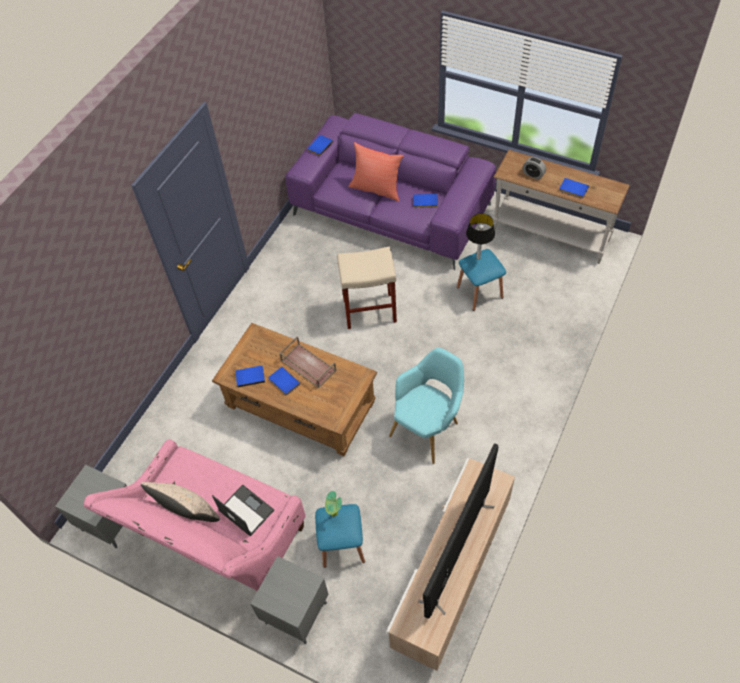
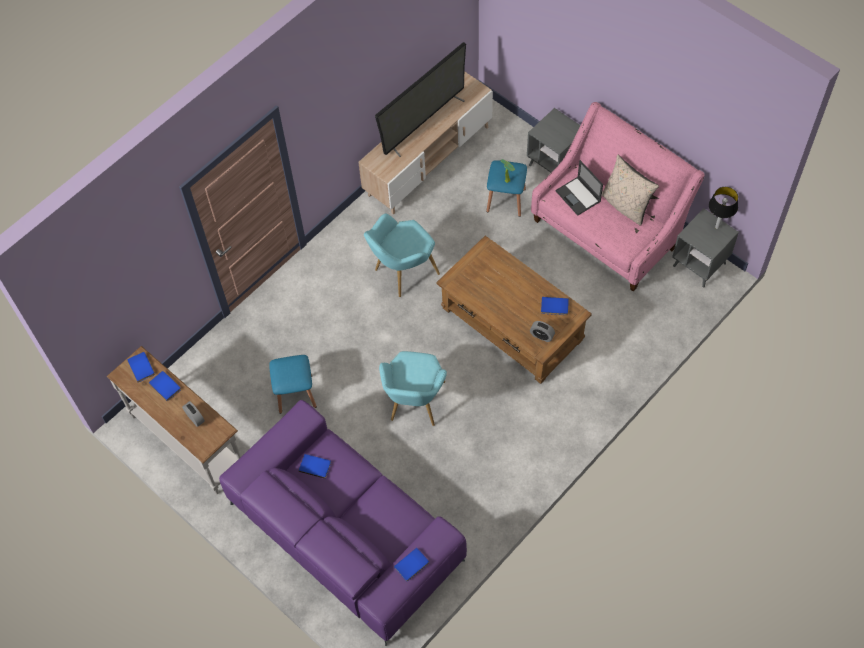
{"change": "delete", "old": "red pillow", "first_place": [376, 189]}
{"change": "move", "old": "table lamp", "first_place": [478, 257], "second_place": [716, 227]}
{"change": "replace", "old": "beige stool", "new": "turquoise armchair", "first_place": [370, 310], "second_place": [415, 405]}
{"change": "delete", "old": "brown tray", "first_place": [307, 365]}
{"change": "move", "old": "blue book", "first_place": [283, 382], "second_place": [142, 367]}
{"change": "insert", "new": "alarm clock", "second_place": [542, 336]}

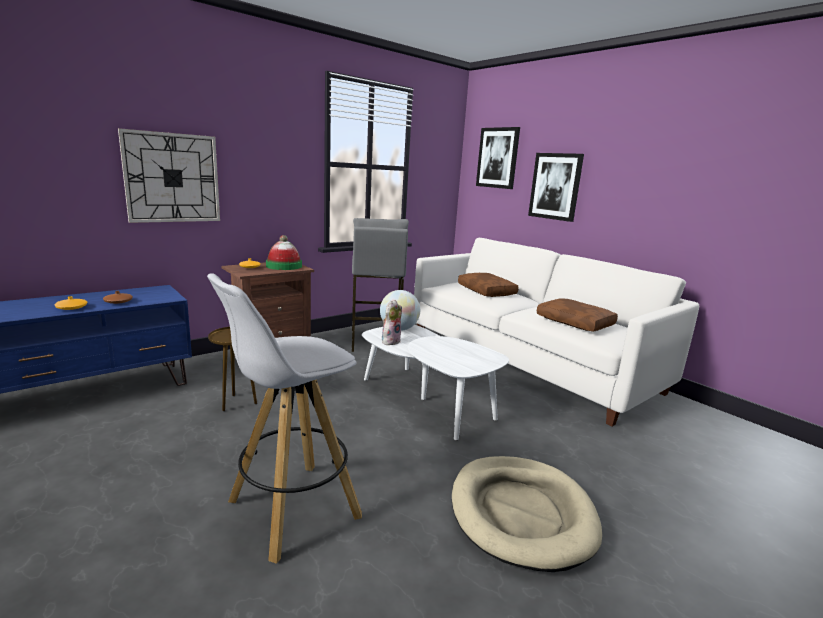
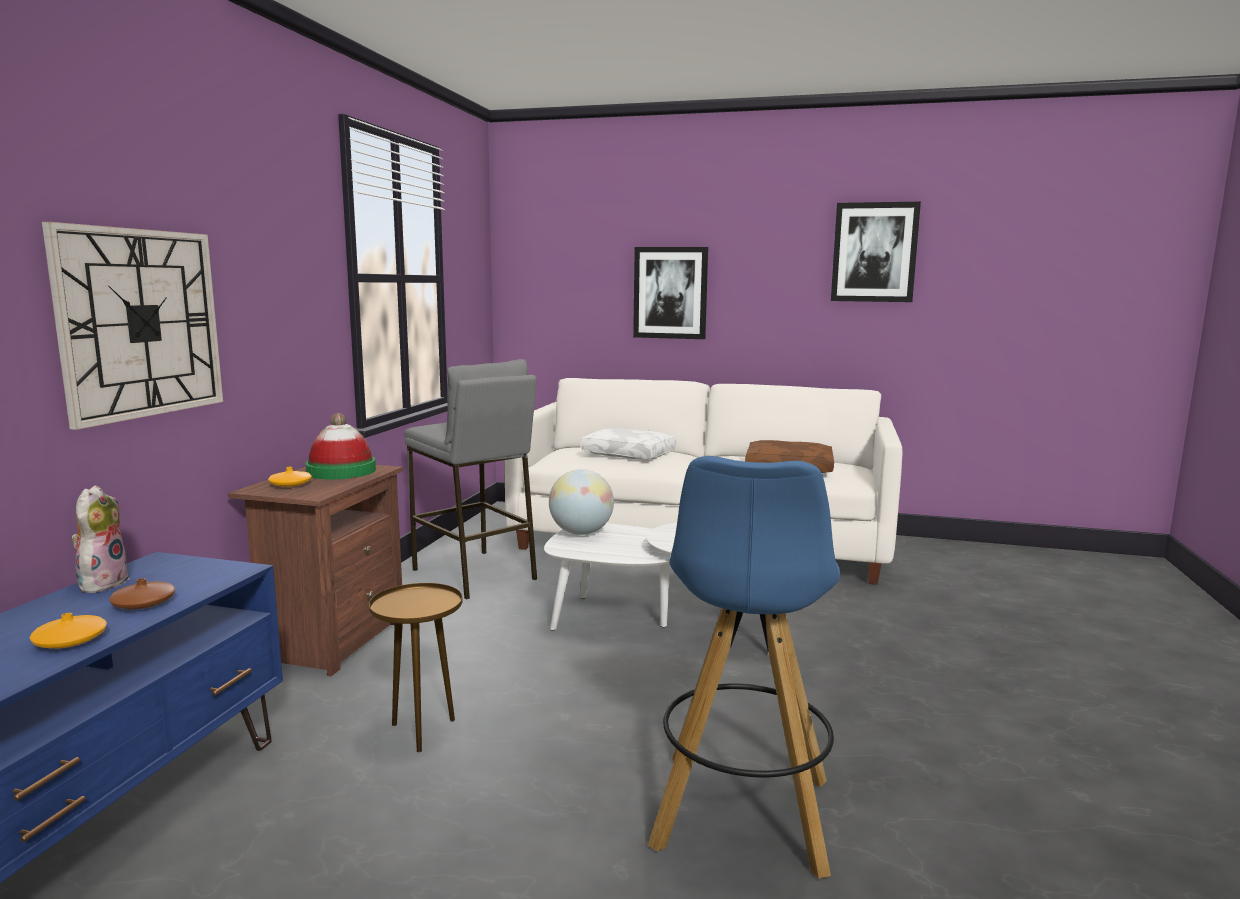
{"change": "move", "old": "picture", "first_place": [498, 158], "second_place": [874, 252]}
{"change": "recolor", "old": "white stool", "new": "blue stool", "first_place": [292, 510], "second_place": [742, 816]}
{"change": "recolor", "old": "brown pillow", "new": "white pillow", "first_place": [487, 291], "second_place": [629, 454]}
{"change": "move", "old": "plush toy", "first_place": [390, 341], "second_place": [102, 583]}
{"change": "delete", "old": "beige dog bed", "first_place": [521, 513]}

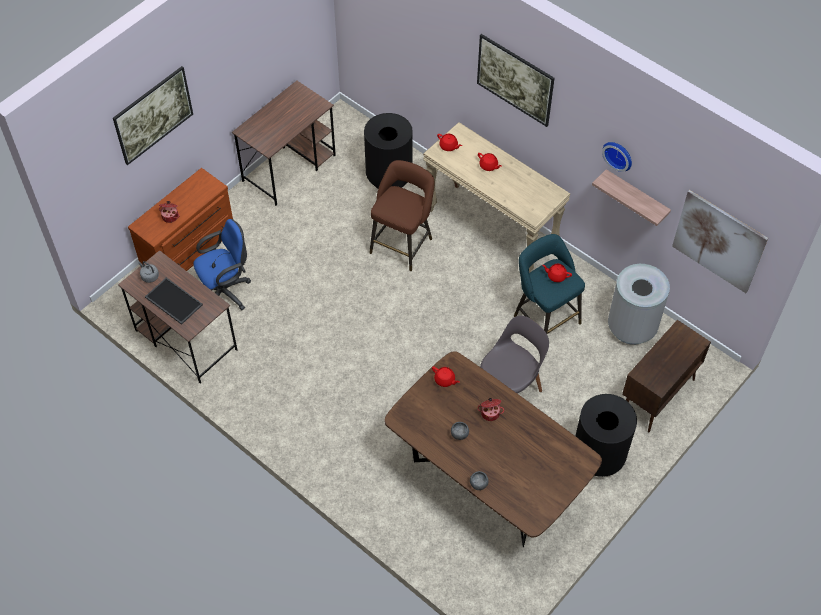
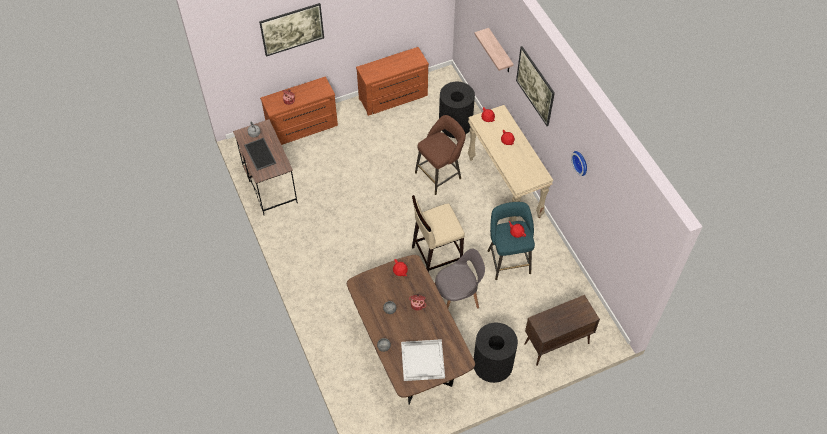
{"change": "replace", "old": "brown desk", "new": "brown dresser", "first_place": [289, 167], "second_place": [394, 98]}
{"change": "move", "old": "shelf", "first_place": [636, 197], "second_place": [500, 52]}
{"change": "delete", "old": "picture", "first_place": [719, 241]}
{"change": "delete", "old": "blue office chair", "first_place": [226, 292]}
{"change": "delete", "old": "grey trash can", "first_place": [631, 327]}
{"change": "insert", "new": "beige stool", "second_place": [436, 255]}
{"change": "insert", "new": "white tray", "second_place": [423, 360]}

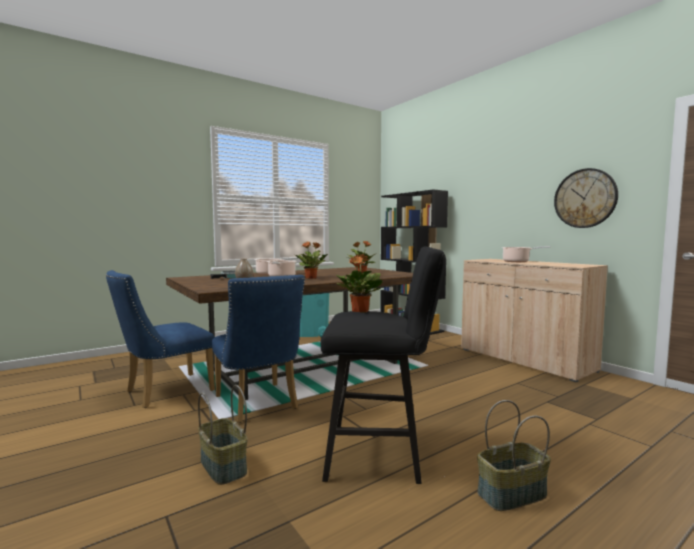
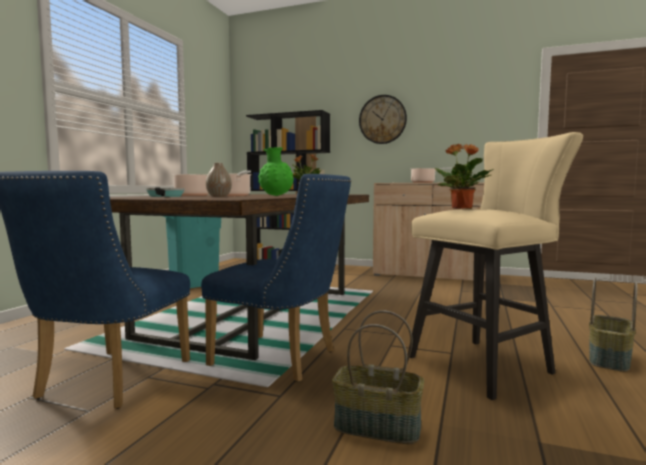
{"change": "move", "old": "wall clock", "first_place": [585, 198], "second_place": [382, 119]}
{"change": "replace", "old": "potted plant", "new": "green vase", "first_place": [311, 278], "second_place": [276, 195]}
{"change": "recolor", "old": "black stool", "new": "beige stool", "first_place": [382, 455], "second_place": [486, 364]}

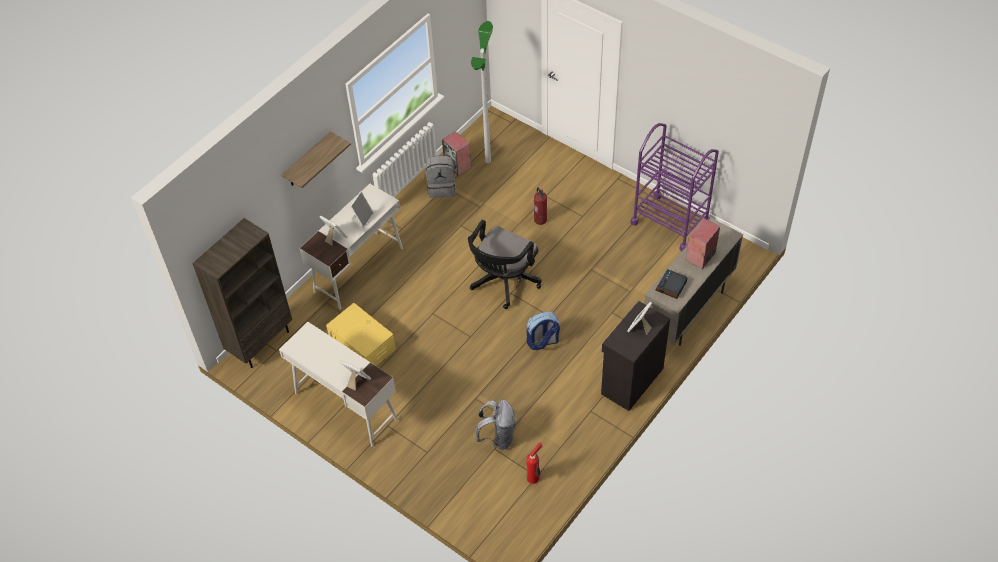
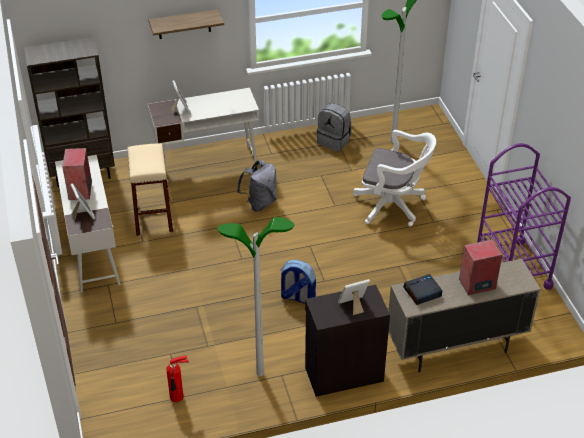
{"change": "move", "old": "speaker", "first_place": [458, 166], "second_place": [80, 191]}
{"change": "replace", "old": "fire extinguisher", "new": "white office chair", "first_place": [540, 220], "second_place": [393, 206]}
{"change": "delete", "old": "picture frame", "first_place": [362, 218]}
{"change": "delete", "old": "black office chair", "first_place": [503, 282]}
{"change": "replace", "old": "yellow storage box", "new": "beige stool", "first_place": [362, 344], "second_place": [153, 217]}
{"change": "move", "old": "grey backpack", "first_place": [498, 437], "second_place": [259, 203]}
{"change": "insert", "new": "floor lamp", "second_place": [260, 373]}

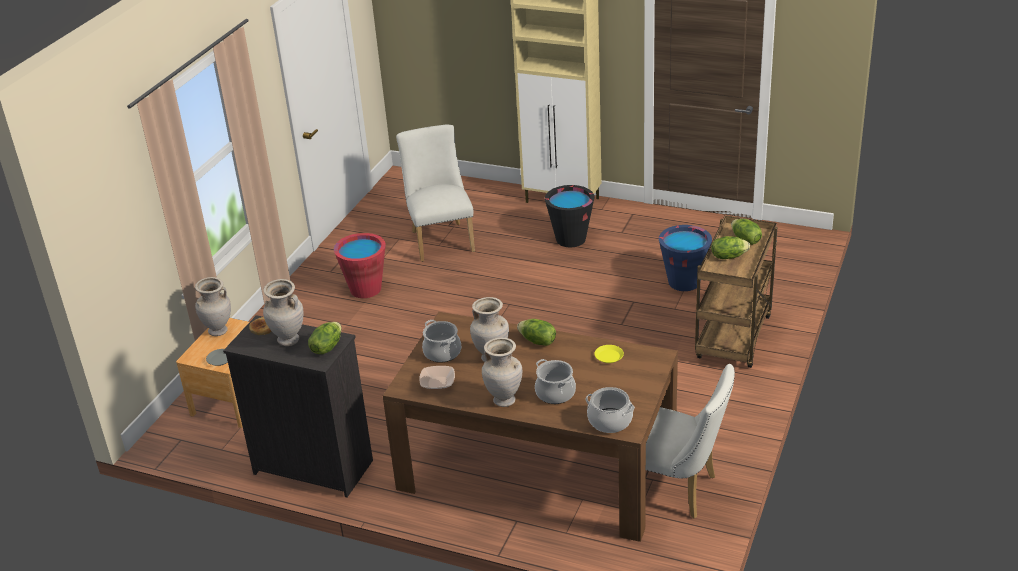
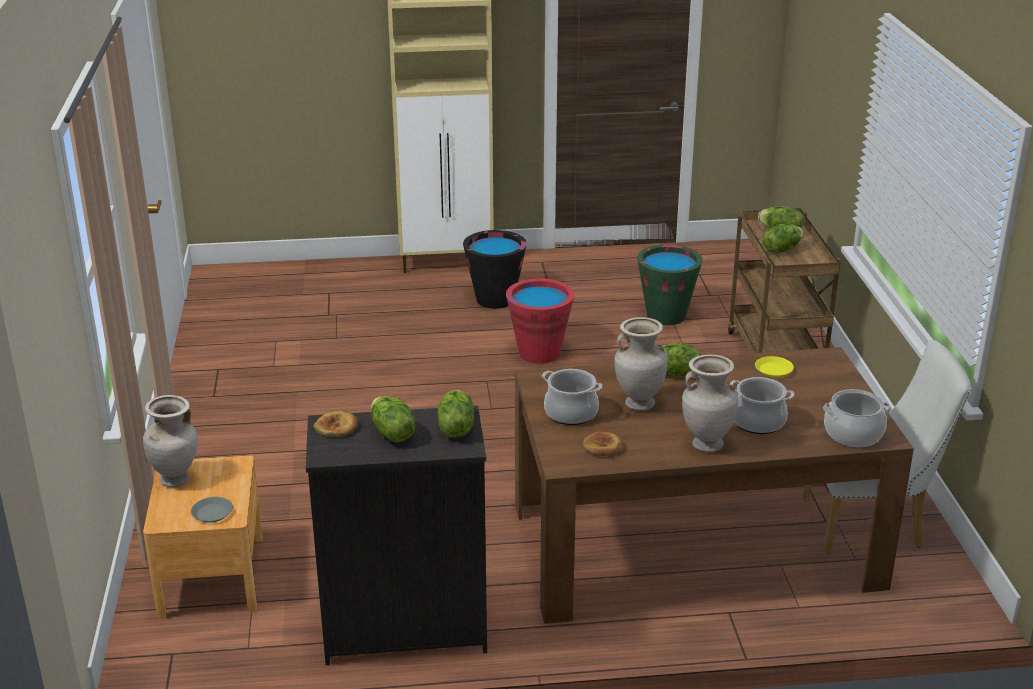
{"change": "delete", "old": "white chair", "first_place": [441, 239]}
{"change": "recolor", "old": "blue bucket", "new": "green bucket", "first_place": [684, 282], "second_place": [666, 316]}
{"change": "move", "old": "red bucket", "first_place": [365, 289], "second_place": [539, 353]}
{"change": "replace", "old": "beige vase", "new": "lettuce", "first_place": [288, 341], "second_place": [392, 434]}
{"change": "replace", "old": "bowl", "new": "bread", "first_place": [437, 383], "second_place": [603, 447]}

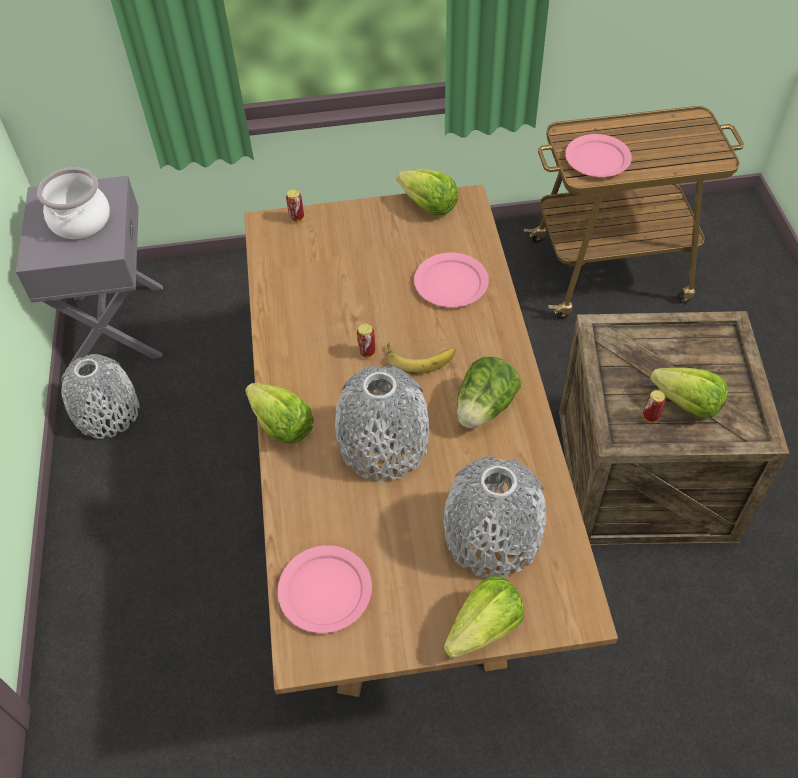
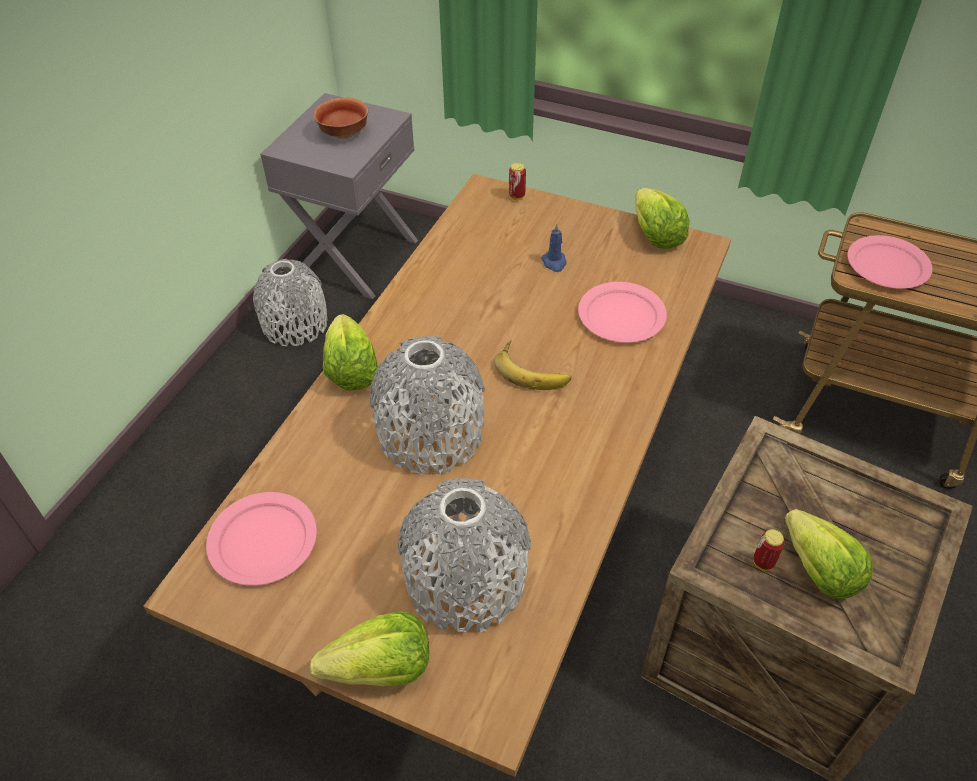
{"change": "replace", "old": "cooking pot", "new": "bowl", "first_place": [81, 221], "second_place": [343, 134]}
{"change": "delete", "old": "can", "first_place": [367, 352]}
{"change": "delete", "old": "lettuce", "first_place": [484, 408]}
{"change": "insert", "new": "blue candle", "second_place": [554, 263]}

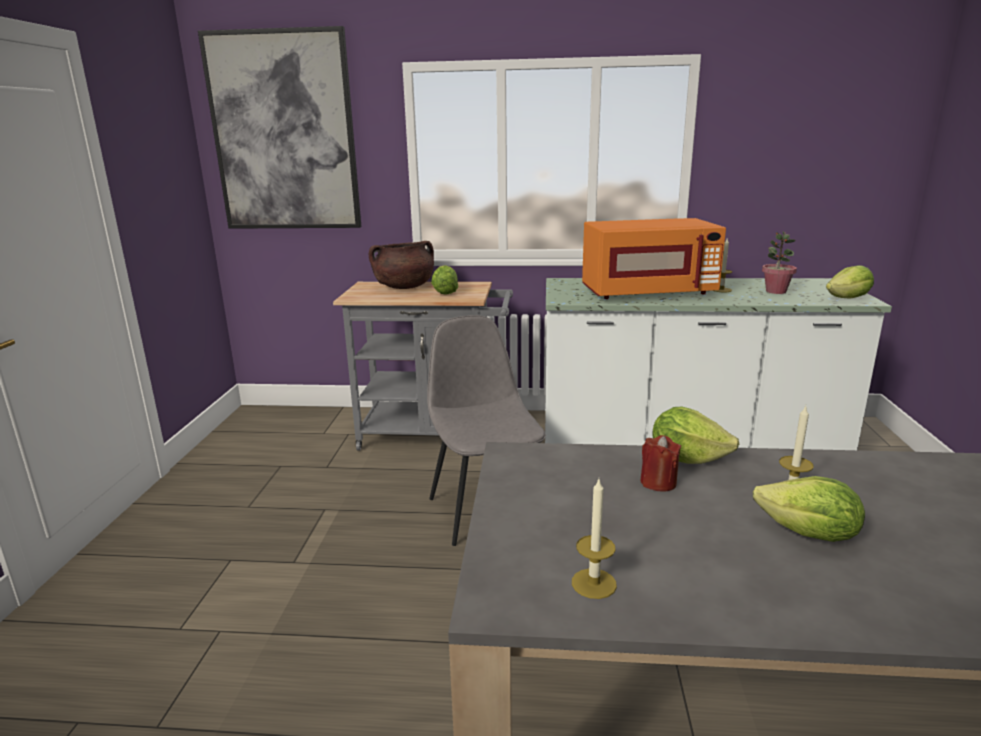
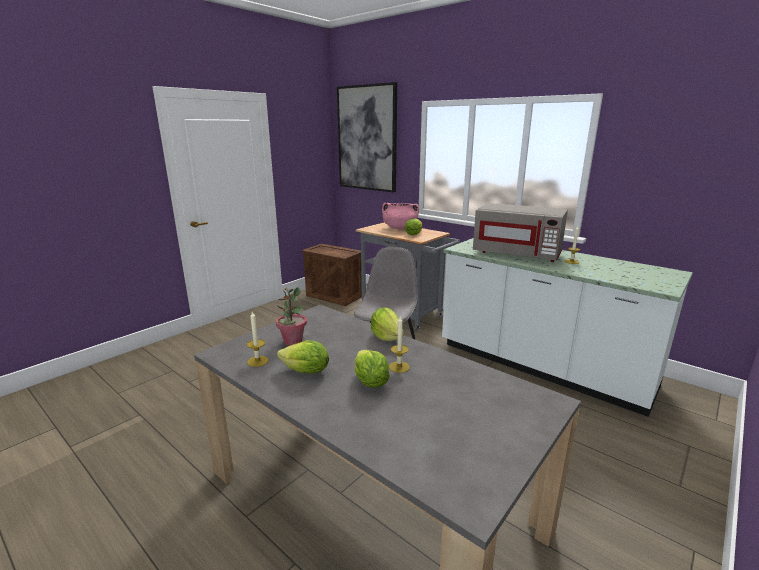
{"change": "recolor", "old": "orange microwave", "new": "grey microwave", "first_place": [648, 293], "second_place": [517, 254]}
{"change": "move", "old": "potted plant", "first_place": [775, 291], "second_place": [292, 341]}
{"change": "recolor", "old": "brown cooking pot", "new": "pink cooking pot", "first_place": [404, 287], "second_place": [400, 228]}
{"change": "move", "old": "lettuce", "first_place": [848, 298], "second_place": [306, 371]}
{"change": "delete", "old": "red candle", "first_place": [658, 482]}
{"change": "insert", "new": "crate", "second_place": [335, 296]}

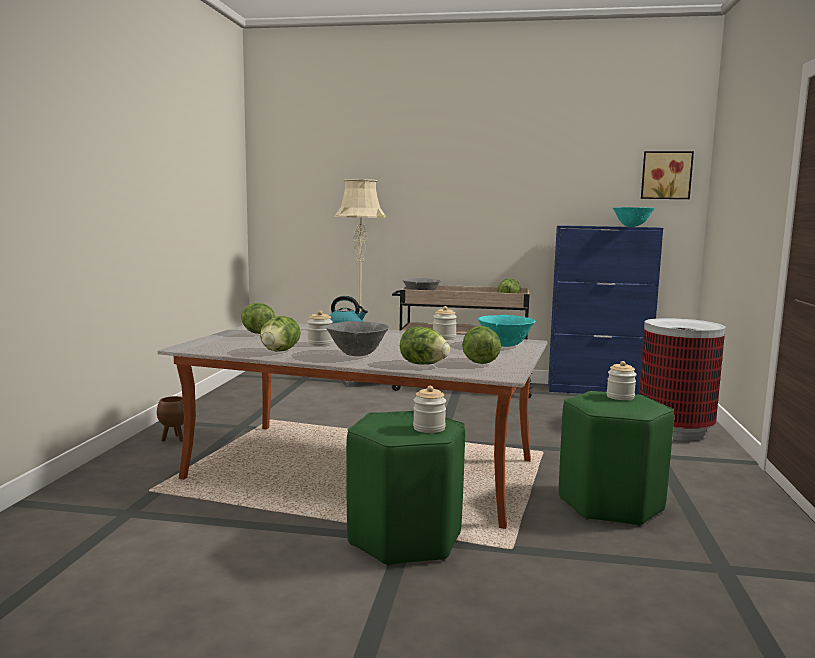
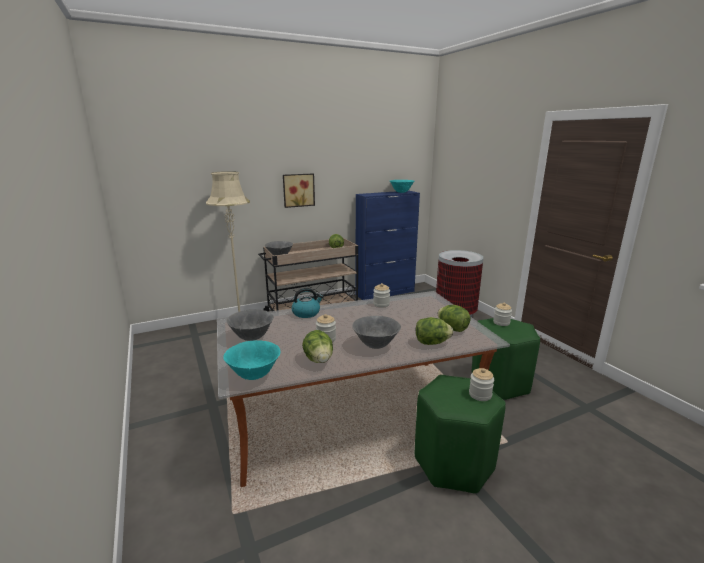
{"change": "move", "old": "picture", "first_place": [666, 175], "second_place": [298, 190]}
{"change": "replace", "old": "lettuce", "new": "grey bowl", "first_place": [257, 333], "second_place": [252, 338]}
{"change": "move", "old": "turquoise bowl", "first_place": [505, 346], "second_place": [254, 375]}
{"change": "delete", "old": "brown planter", "first_place": [174, 439]}

